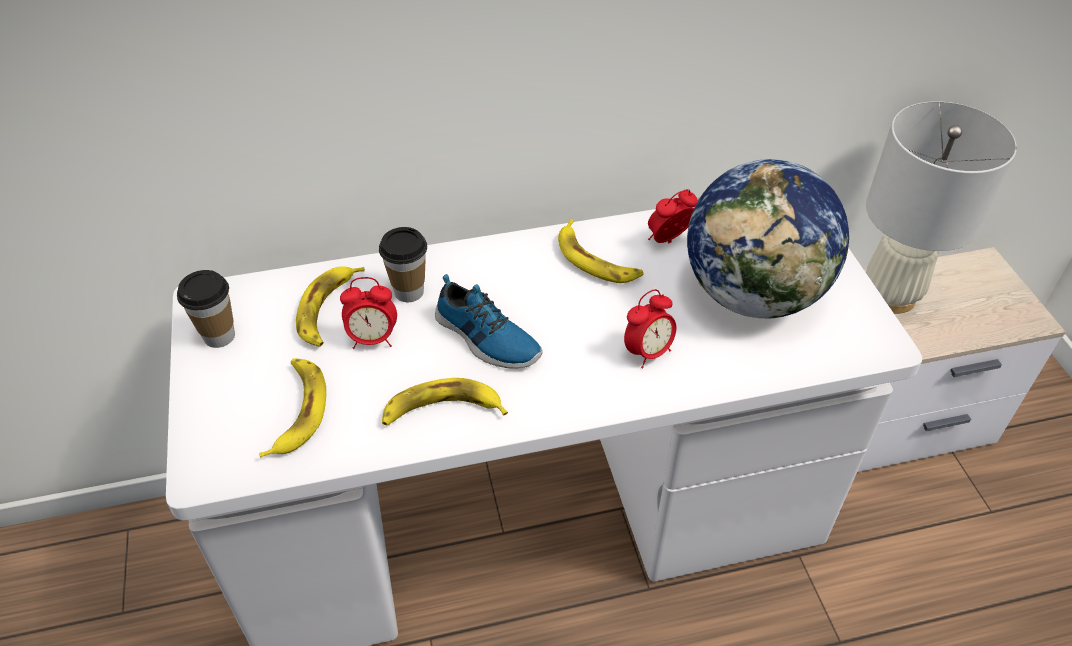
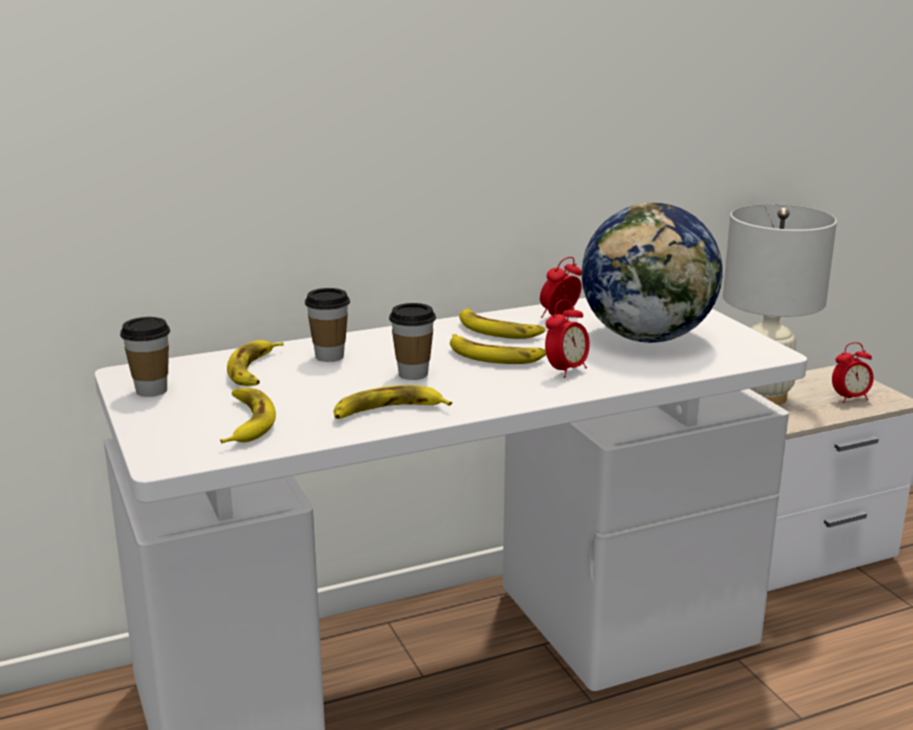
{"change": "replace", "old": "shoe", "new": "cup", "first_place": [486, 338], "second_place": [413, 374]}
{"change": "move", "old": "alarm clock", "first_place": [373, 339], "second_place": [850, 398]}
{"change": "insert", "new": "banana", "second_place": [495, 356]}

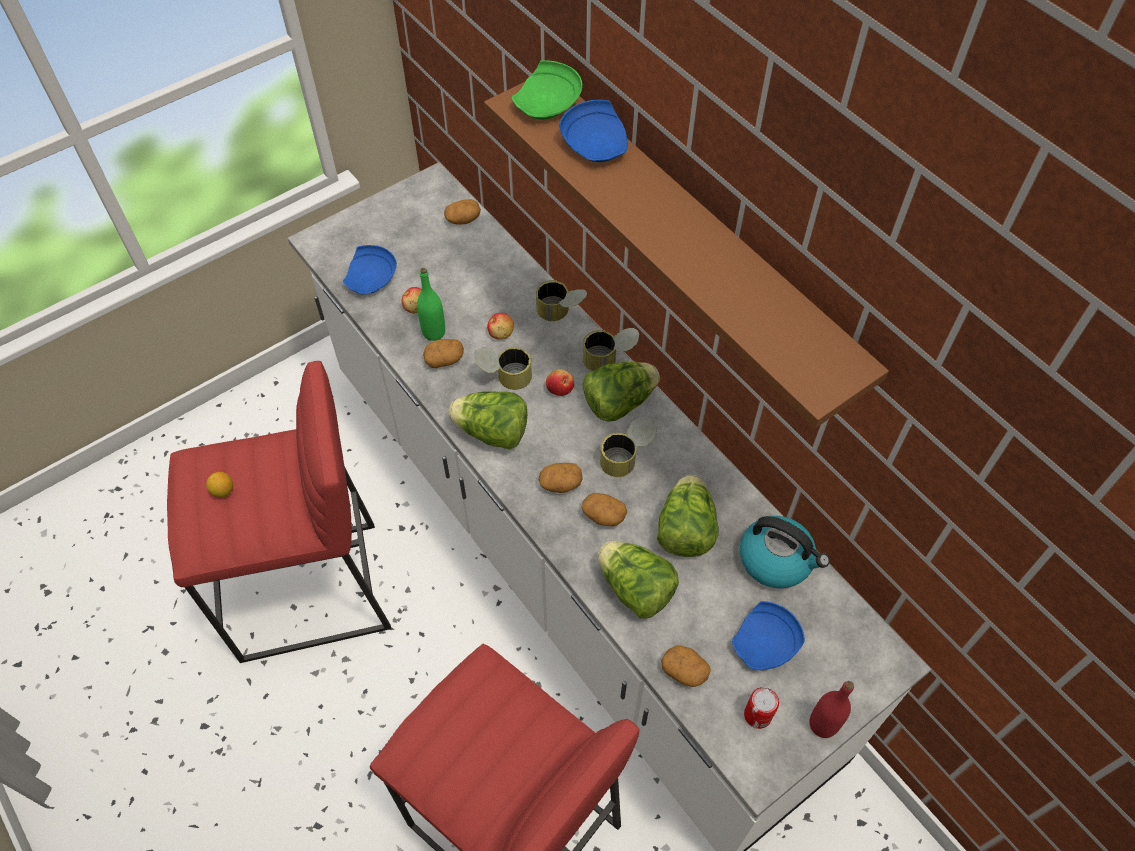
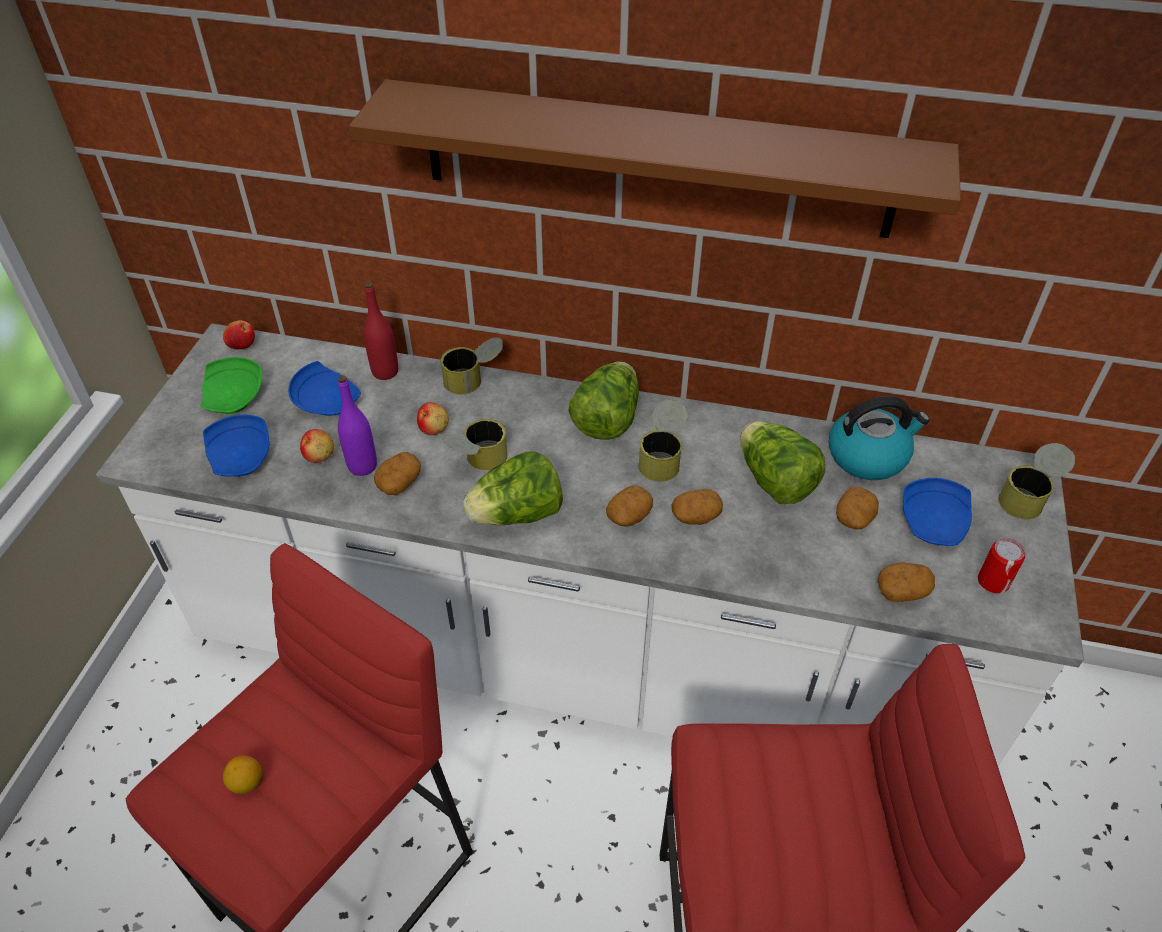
{"change": "move", "old": "green plate", "first_place": [548, 104], "second_place": [234, 397]}
{"change": "move", "old": "blue plate", "first_place": [596, 144], "second_place": [327, 401]}
{"change": "move", "old": "potato", "first_place": [463, 219], "second_place": [854, 518]}
{"change": "recolor", "old": "green bottle", "new": "purple bottle", "first_place": [434, 332], "second_place": [362, 466]}
{"change": "move", "old": "can", "first_place": [609, 359], "second_place": [1028, 497]}
{"change": "move", "old": "apple", "first_place": [560, 388], "second_place": [241, 344]}
{"change": "delete", "old": "lettuce", "first_place": [635, 589]}
{"change": "move", "old": "red bottle", "first_place": [823, 724], "second_place": [385, 372]}

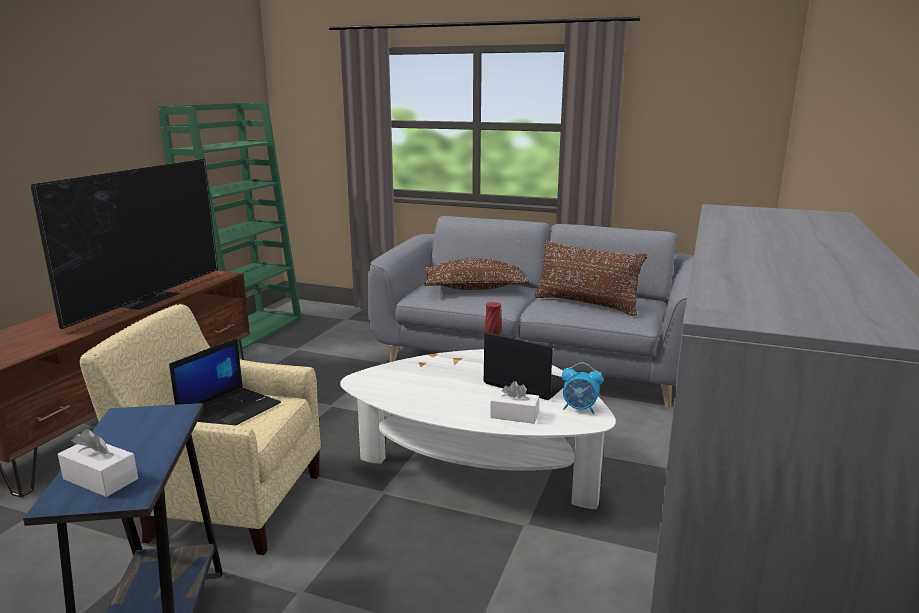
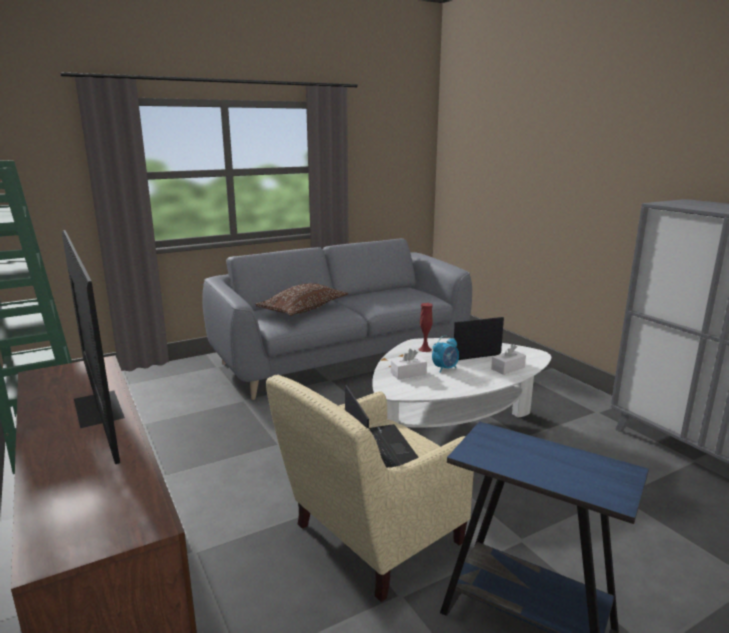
{"change": "delete", "old": "brown pillow", "first_place": [586, 304]}
{"change": "move", "old": "alarm clock", "first_place": [579, 409], "second_place": [445, 368]}
{"change": "move", "old": "white tissue box", "first_place": [100, 479], "second_place": [408, 373]}

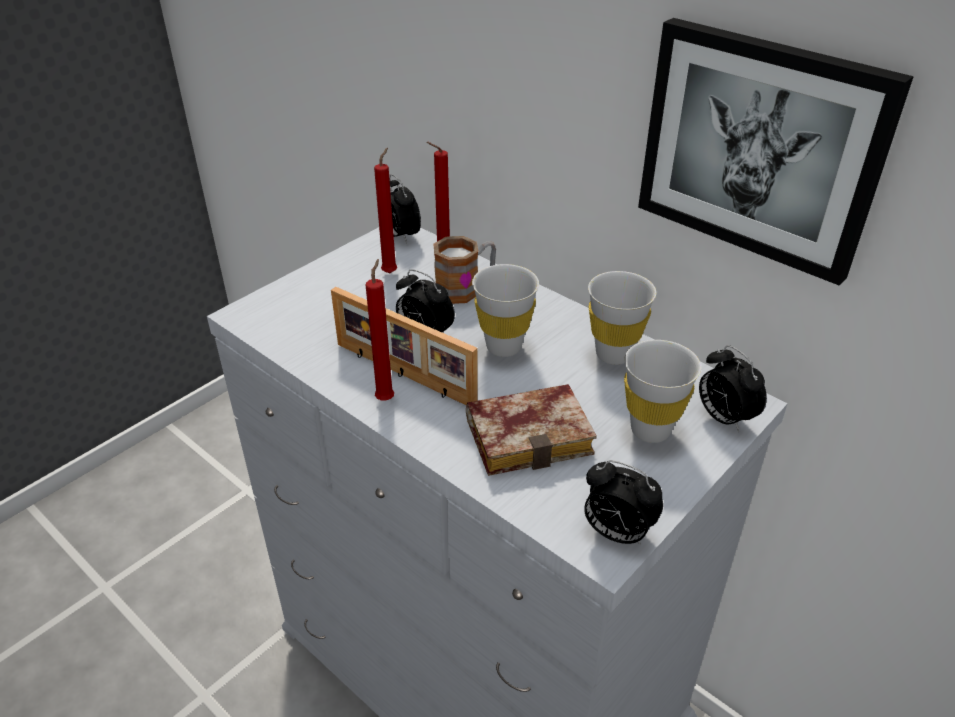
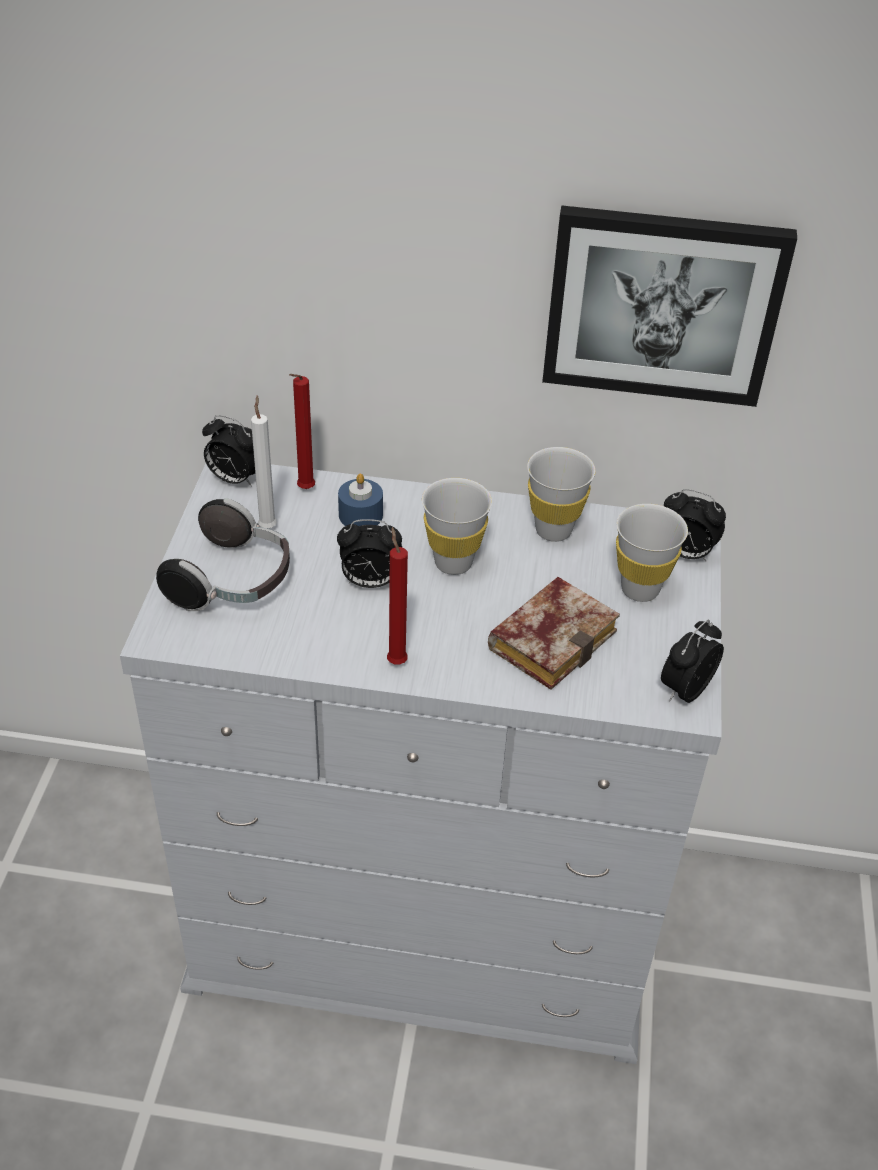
{"change": "recolor", "old": "red candle", "new": "white candle", "first_place": [391, 272], "second_place": [267, 526]}
{"change": "replace", "old": "mug", "new": "blue candle", "first_place": [465, 288], "second_place": [360, 515]}
{"change": "delete", "old": "picture frame", "first_place": [403, 374]}
{"change": "rotate", "old": "alarm clock", "first_place": [616, 533], "second_place": [685, 689], "degrees": 135}
{"change": "insert", "new": "headphones", "second_place": [233, 582]}

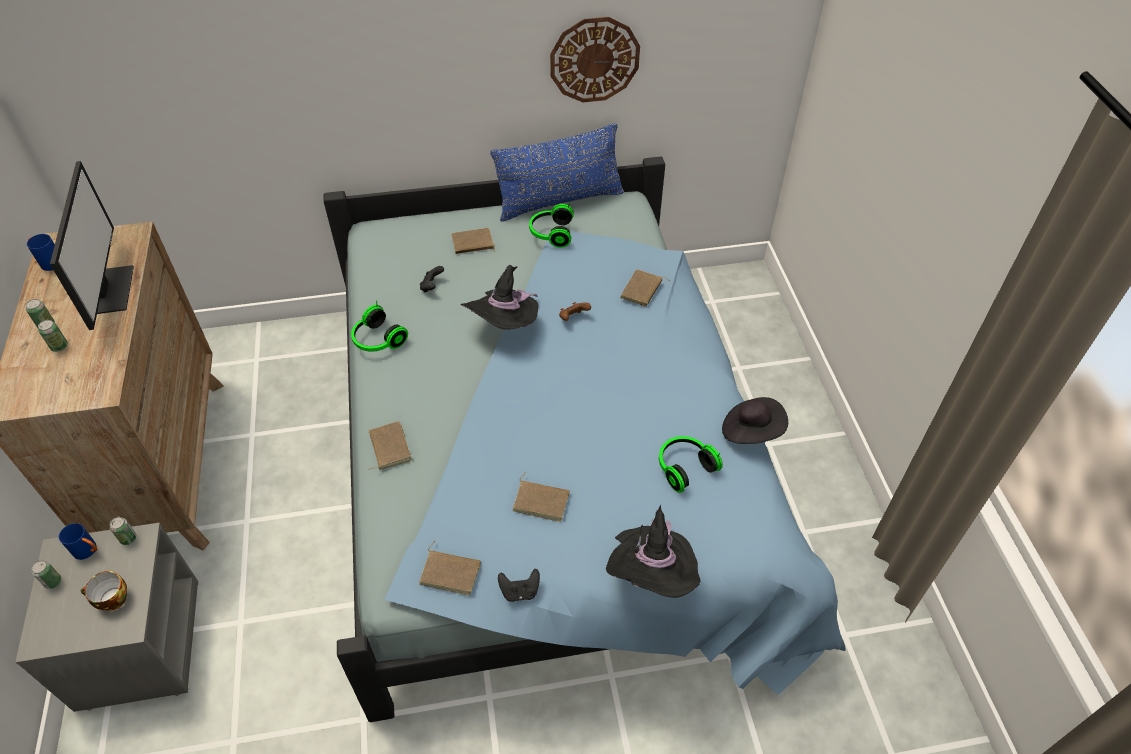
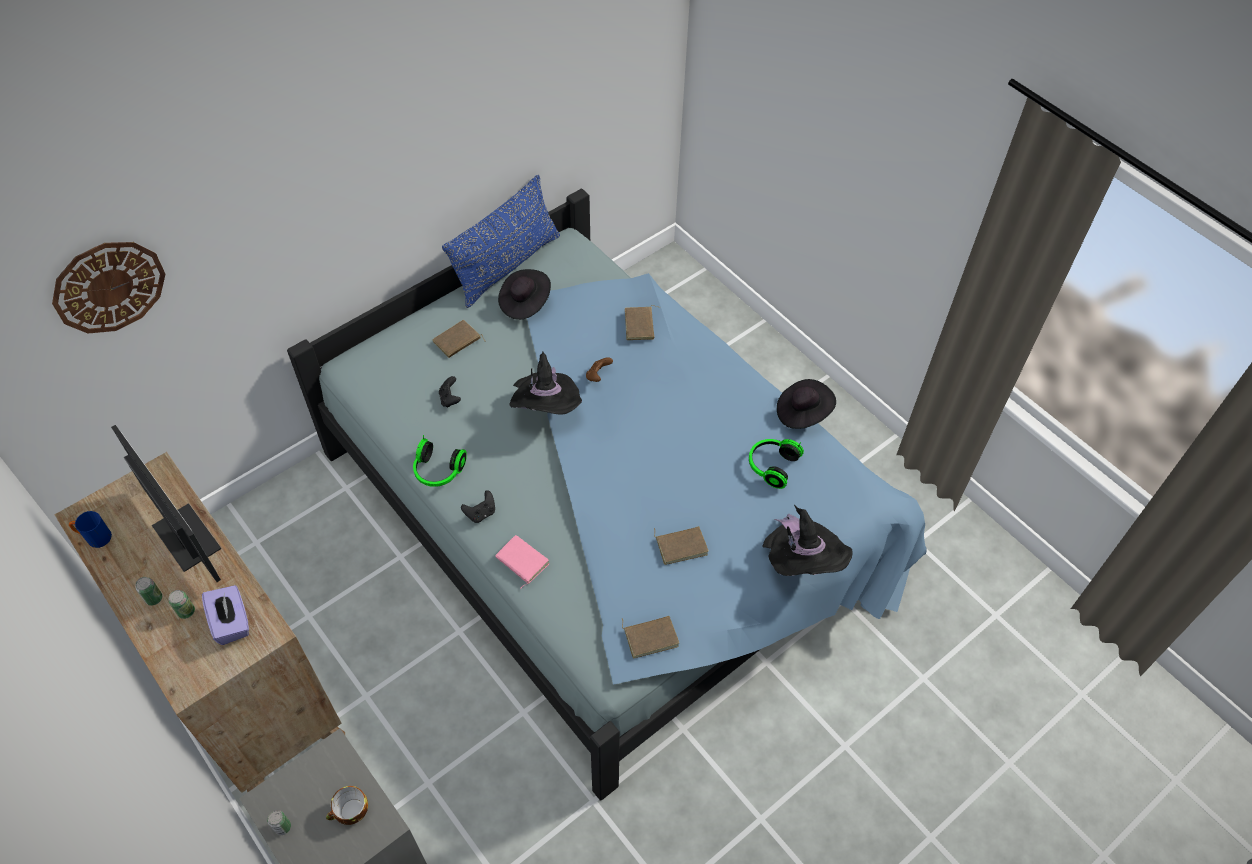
{"change": "move", "old": "wall clock", "first_place": [594, 59], "second_place": [109, 286]}
{"change": "replace", "old": "headphones", "new": "black hat", "first_place": [551, 233], "second_place": [524, 303]}
{"change": "recolor", "old": "brown book", "new": "pink book", "first_place": [388, 447], "second_place": [521, 562]}
{"change": "delete", "old": "can", "first_place": [128, 538]}
{"change": "delete", "old": "blue mug", "first_place": [89, 551]}
{"change": "move", "old": "black game controller", "first_place": [520, 591], "second_place": [481, 513]}
{"change": "insert", "new": "purple tissue box", "second_place": [232, 622]}

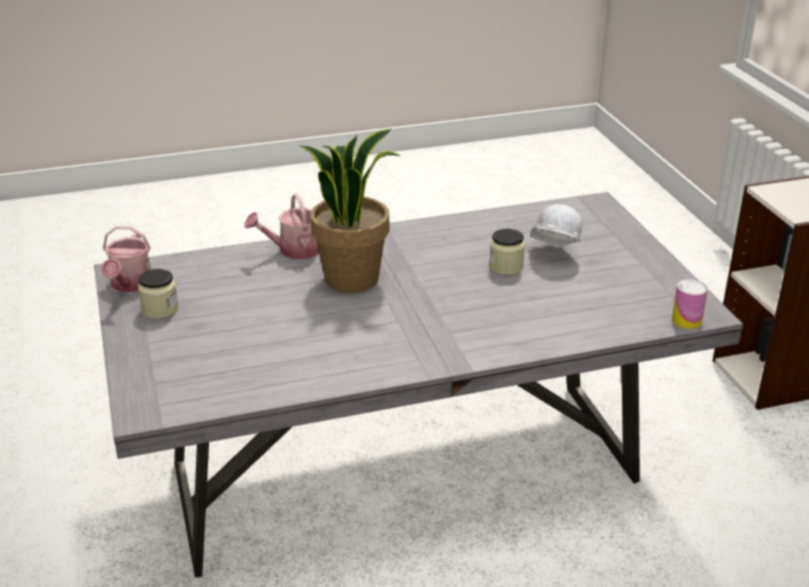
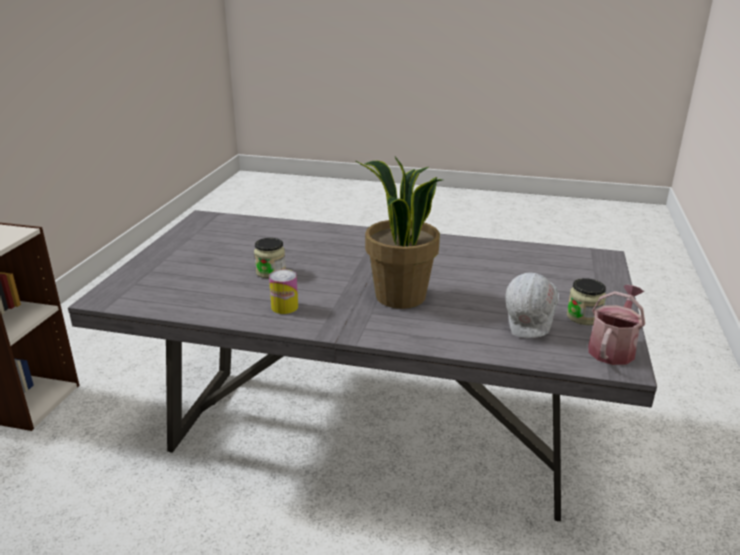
{"change": "delete", "old": "watering can", "first_place": [294, 250]}
{"change": "move", "old": "white hard hat", "first_place": [553, 255], "second_place": [529, 329]}
{"change": "move", "old": "can", "first_place": [686, 320], "second_place": [284, 307]}

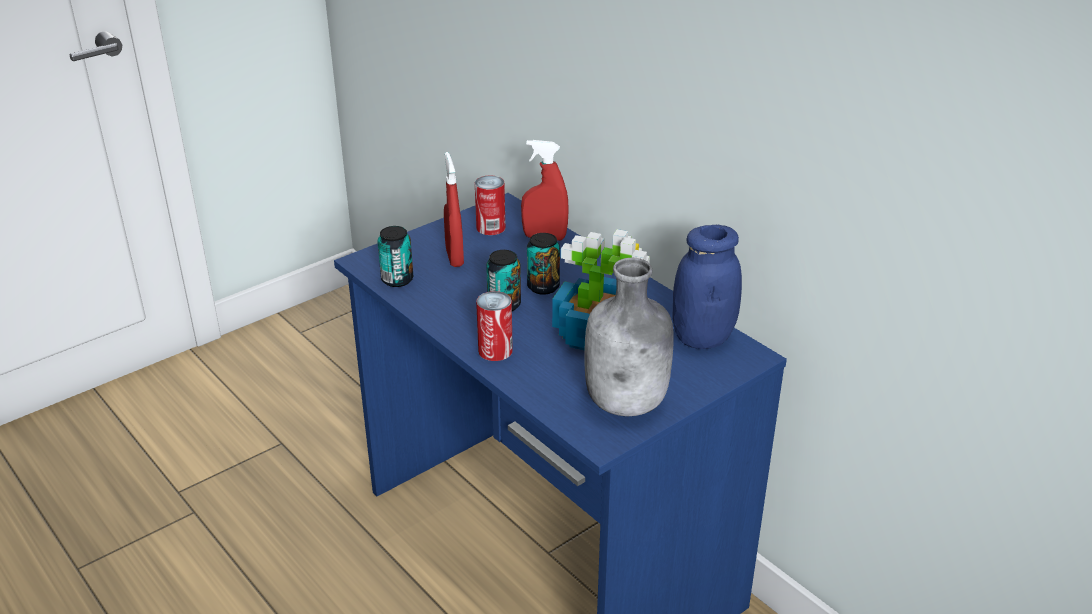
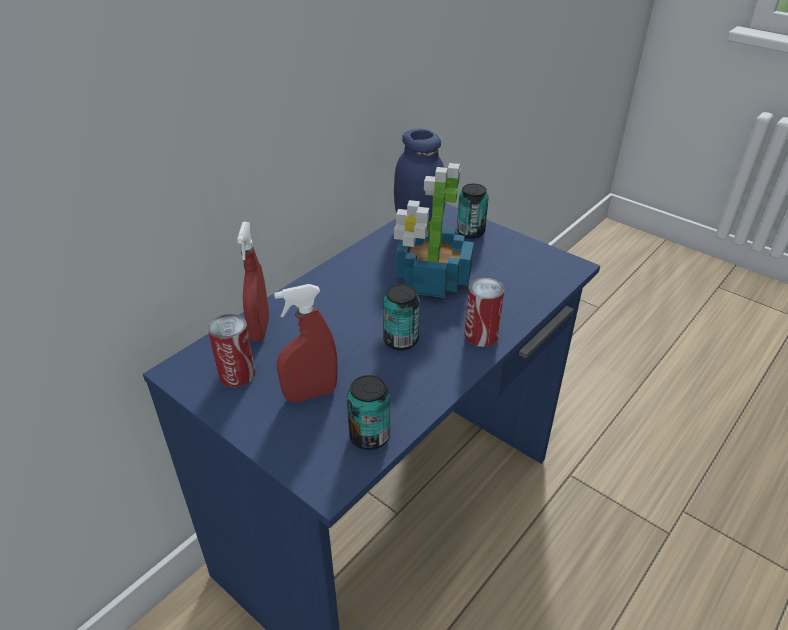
{"change": "move", "old": "can", "first_place": [543, 287], "second_place": [470, 232]}
{"change": "delete", "old": "grey bottle", "first_place": [627, 403]}

